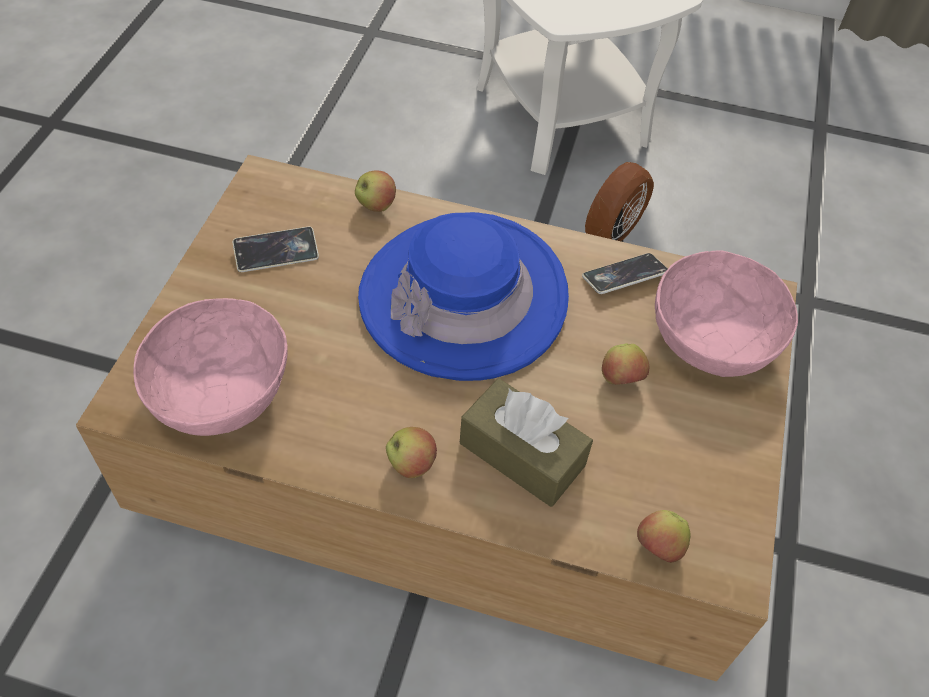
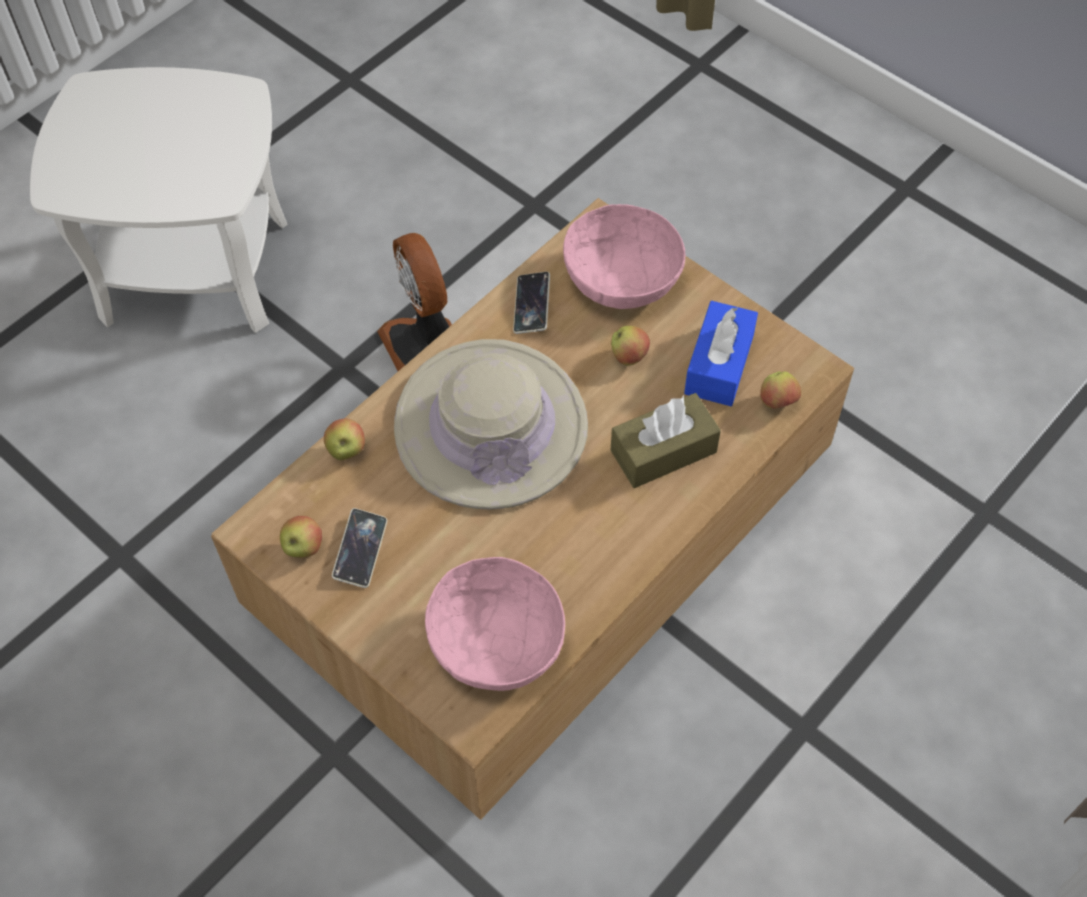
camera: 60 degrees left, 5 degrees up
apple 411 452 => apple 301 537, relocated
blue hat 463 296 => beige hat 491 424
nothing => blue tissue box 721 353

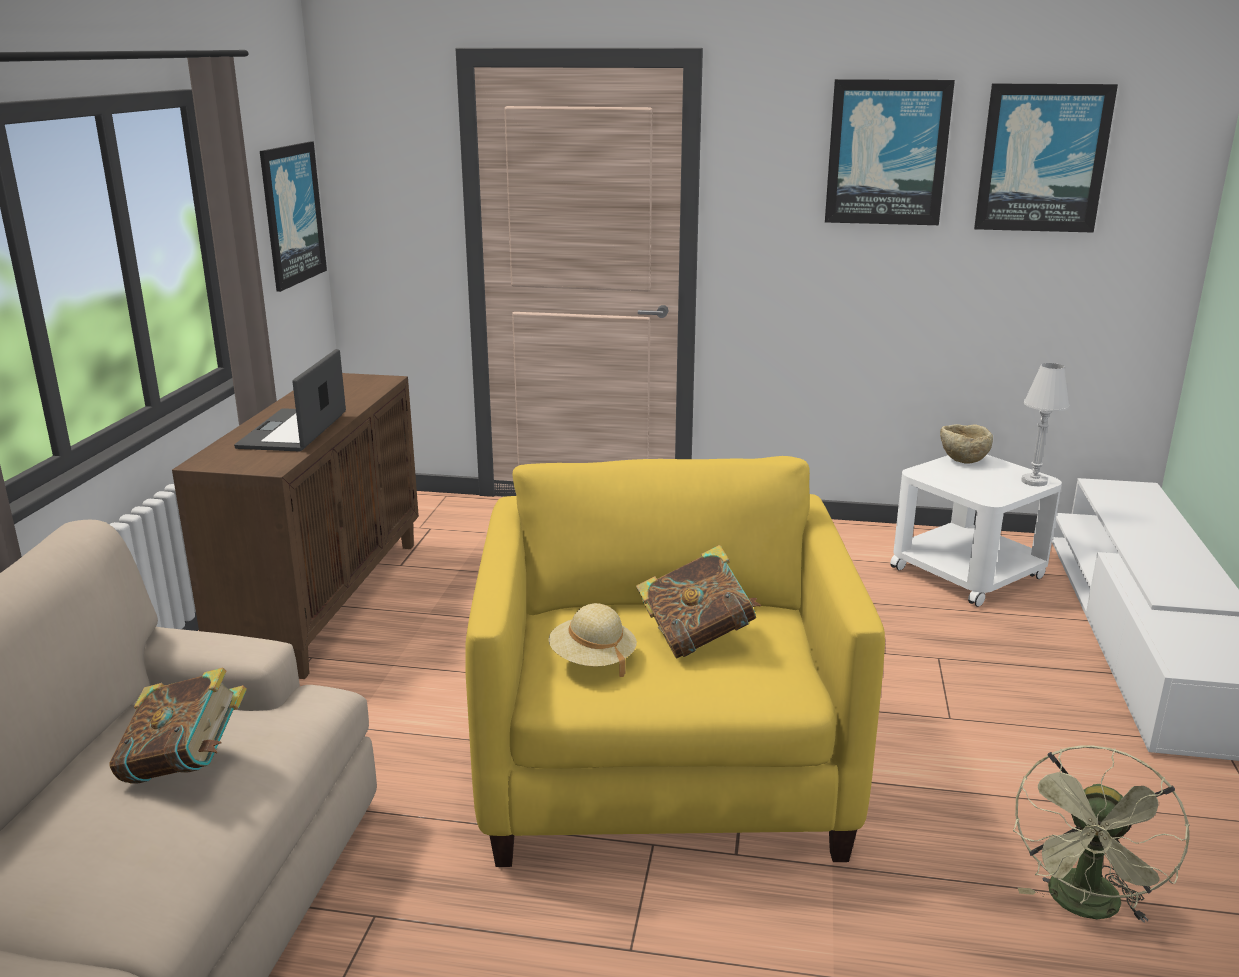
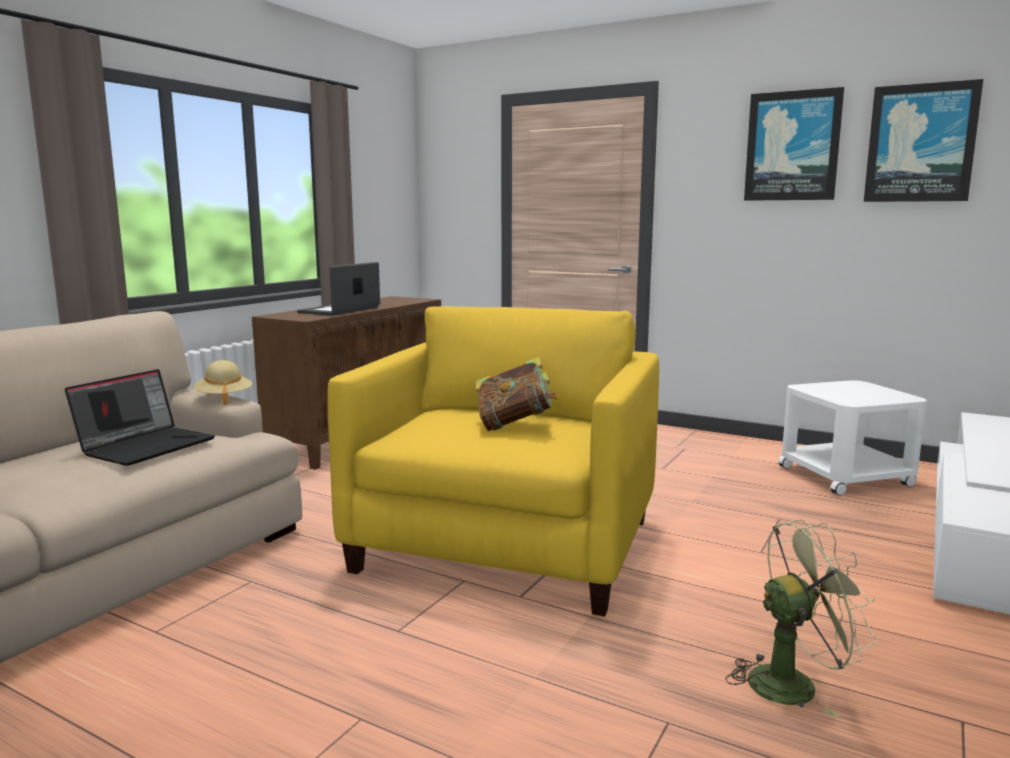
camera: 20 degrees right, 10 degrees down
book 178 725 => laptop 140 417
beige hat 592 640 => beige hat 222 382, relocated
green fan 1101 834 => green fan 801 618, 150 degrees counterclockwise
picture 293 216 => nothing
beige bowl 966 444 => nothing
white table lamp 1045 425 => nothing

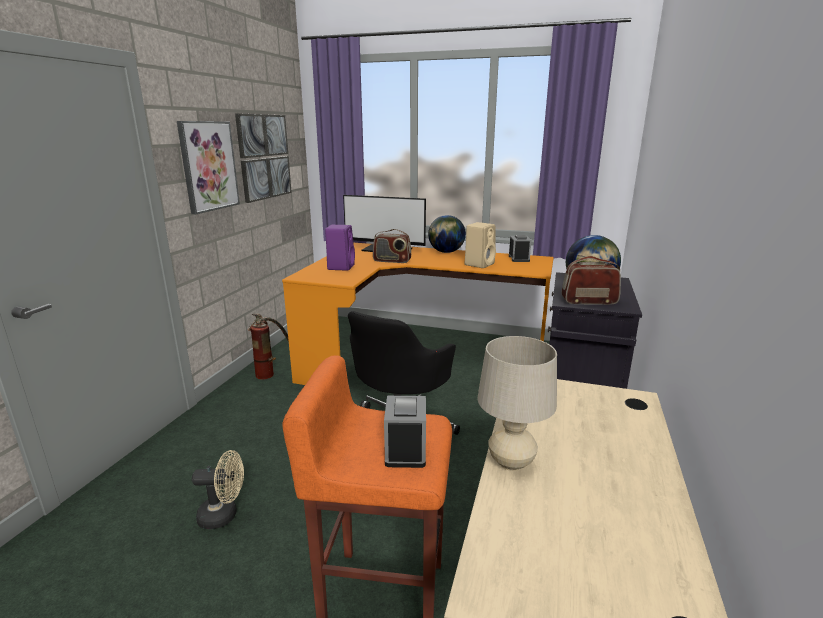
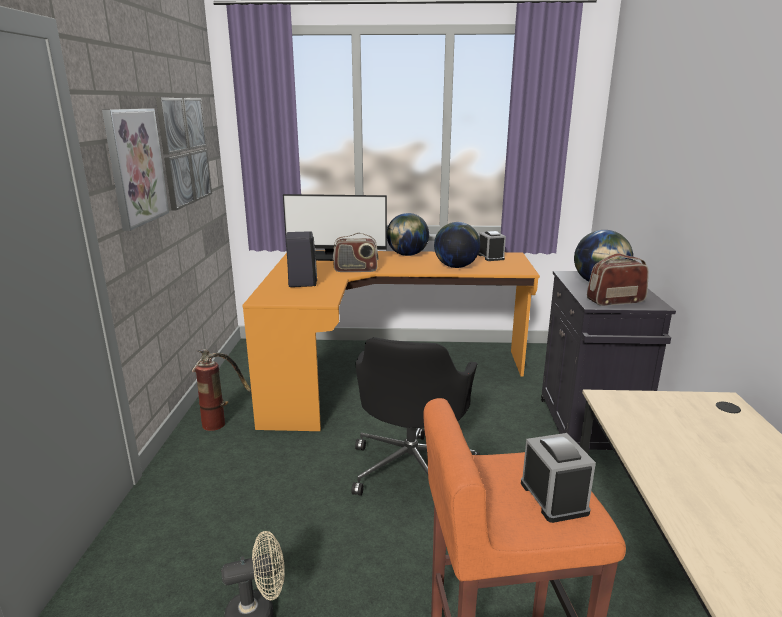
camera: 15 degrees left, 0 degrees up
purple speaker 340 248 => black speaker 301 259
beige speaker 480 245 => globe 457 245
beige table lamp 517 403 => nothing

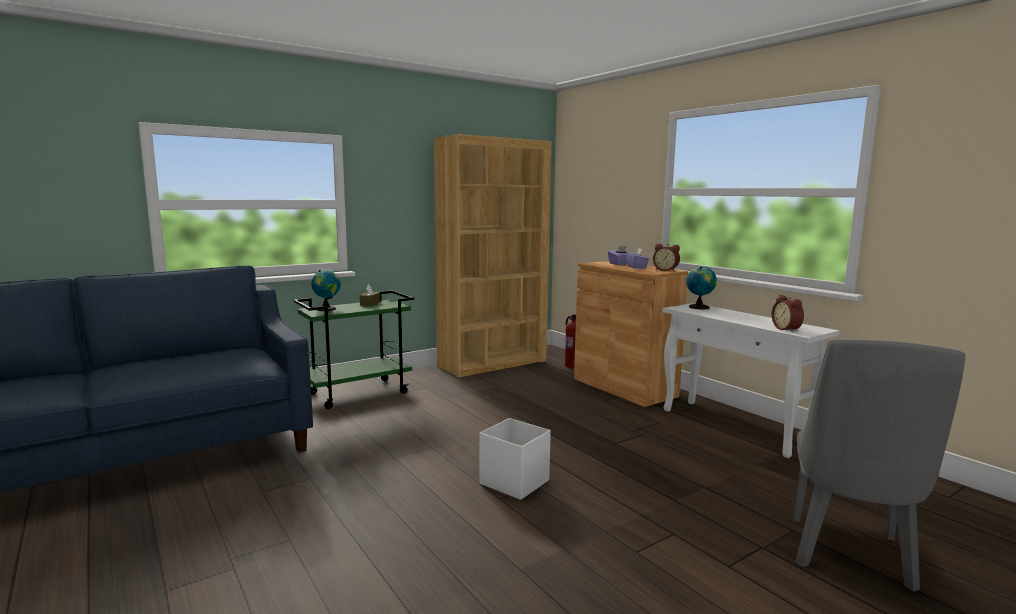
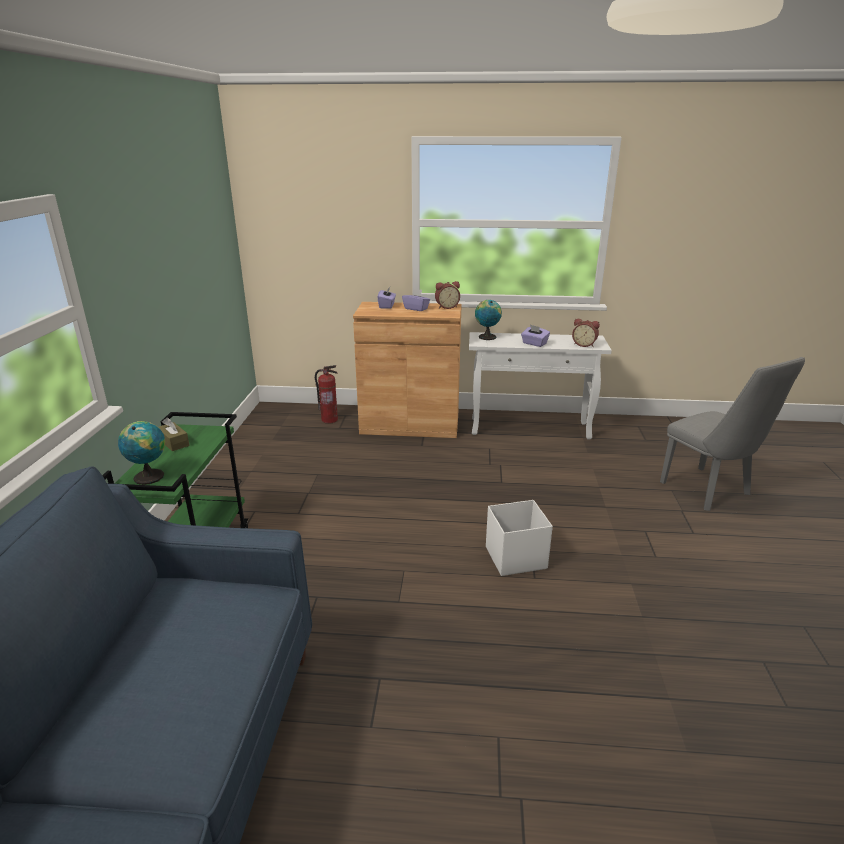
camera: 50 degrees left, 15 degrees up
nothing => purple tissue box 535 336
brown bookcase 493 255 => nothing

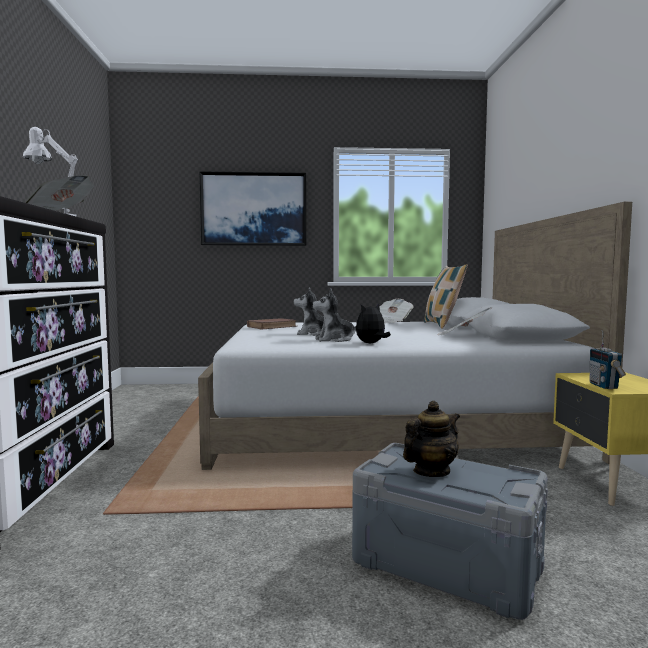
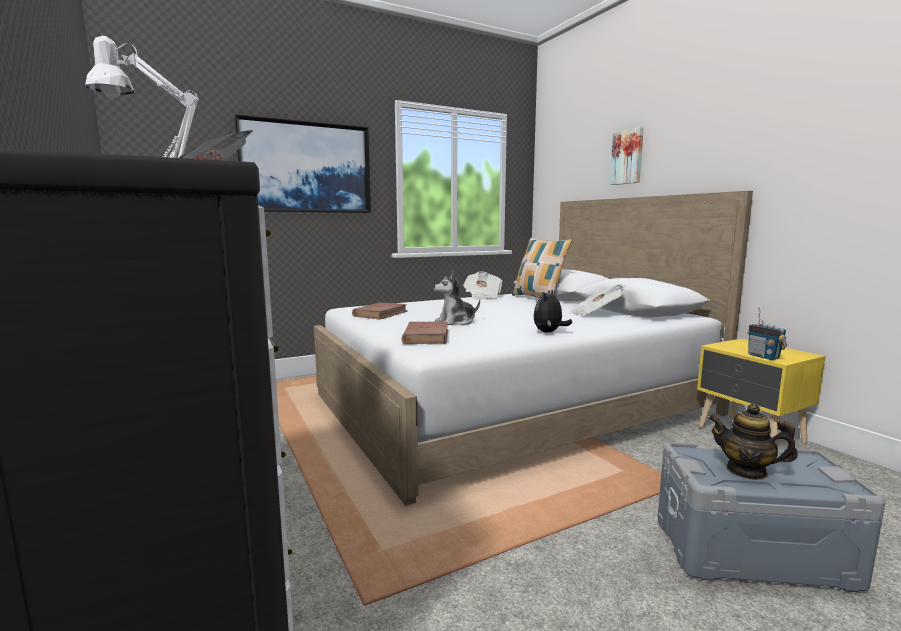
camera: 25 degrees left, 5 degrees up
nothing => brown book 425 333
nothing => picture 627 156
teapot 431 439 => teapot 753 442, 90 degrees counterclockwise
plush toy 334 315 => nothing

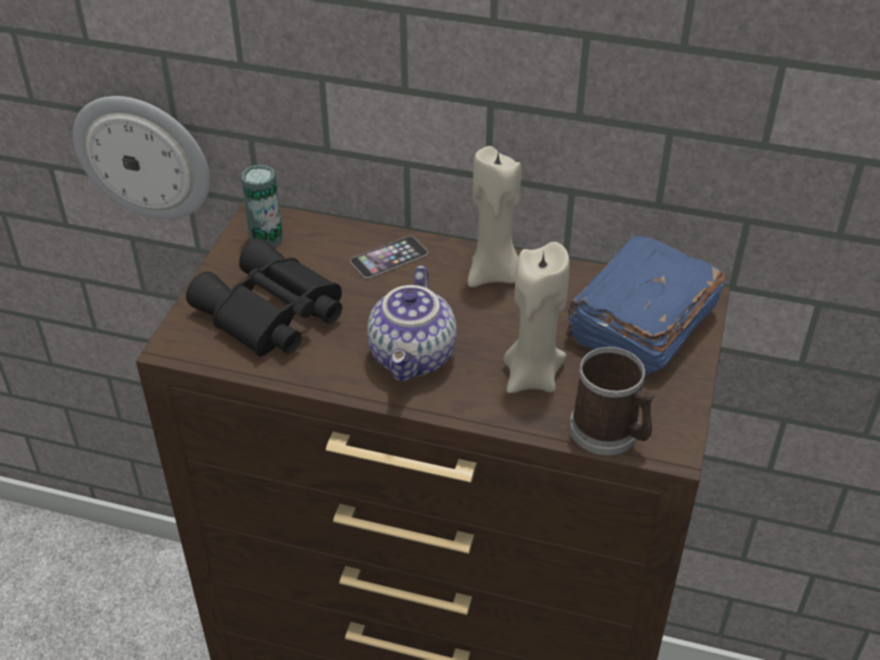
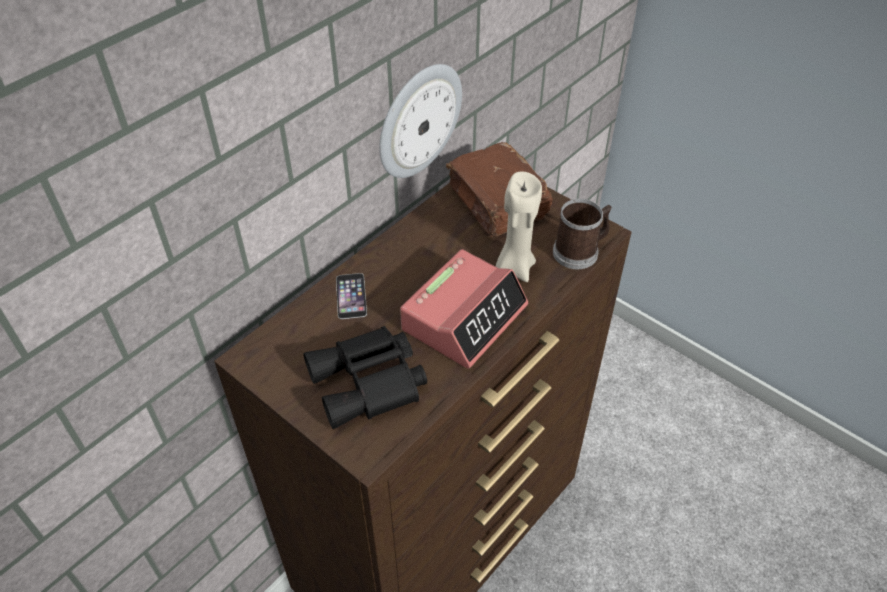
camera: 65 degrees left, 5 degrees up
wall clock 141 157 => wall clock 420 121, relocated
teapot 412 323 => alarm clock 464 309
blue book 645 306 => brown book 499 189
can 262 206 => nothing
beige candle 494 216 => nothing

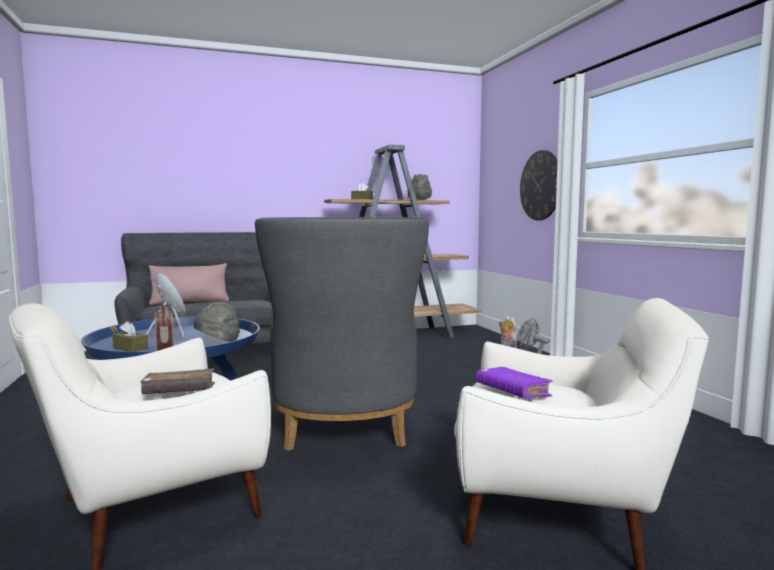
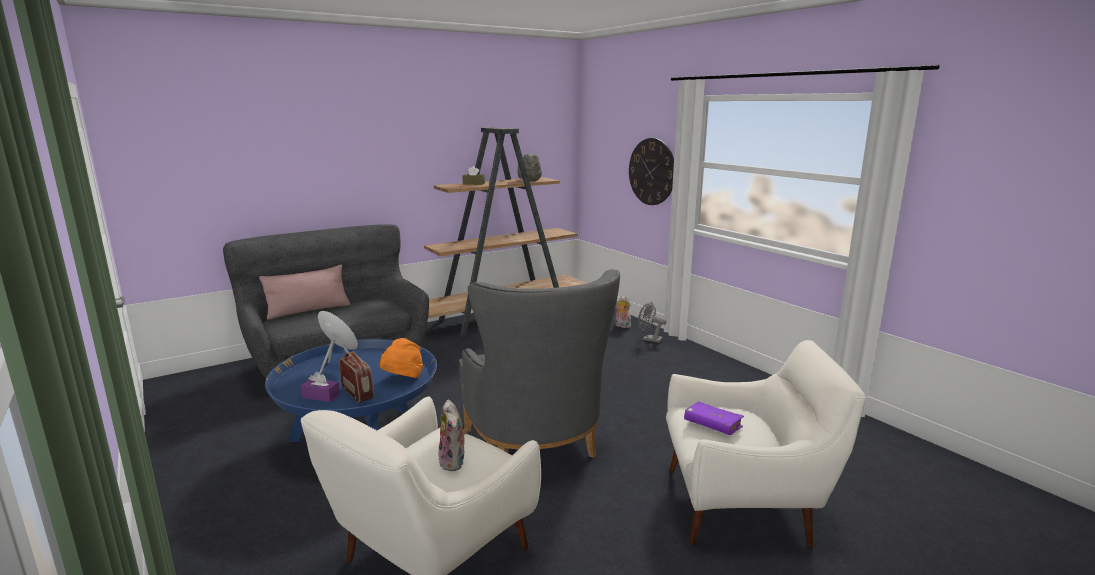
camera: 15 degrees left, 10 degrees up
brown tissue box 130 336 => purple tissue box 320 387
grey hat 217 322 => orange hat 401 358
brown book 178 381 => plush toy 453 435

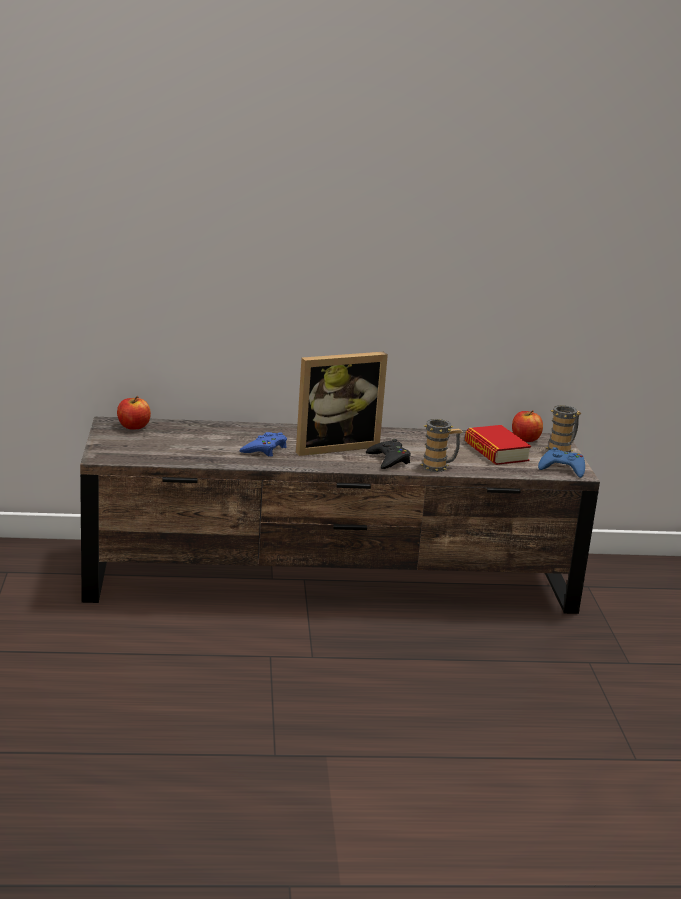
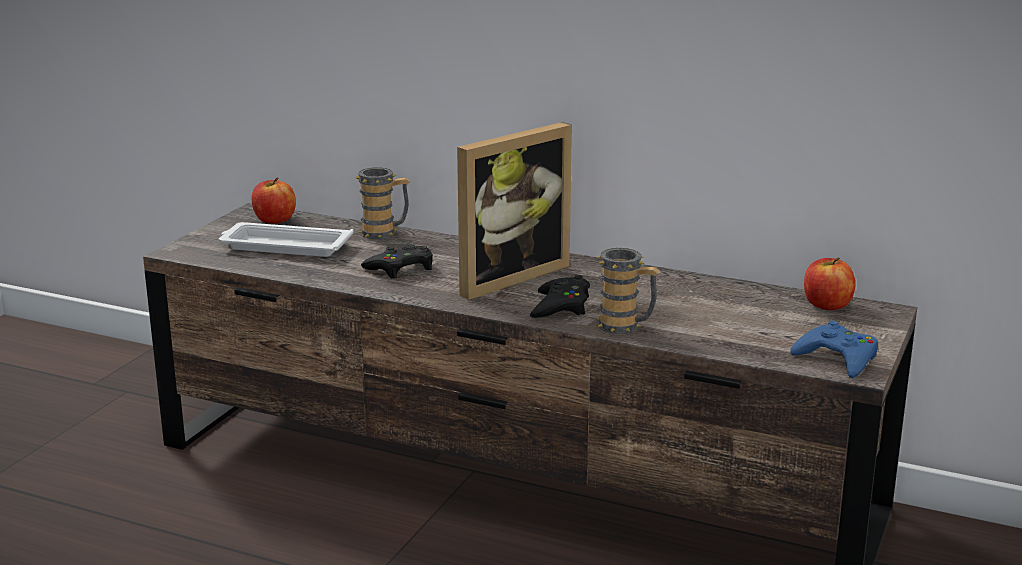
camera: 30 degrees right, 0 degrees up
nothing => white tray 286 239
mug 563 429 => mug 382 203, relocated
blue game controller 263 444 => black game controller 397 261
picture frame 342 404 => picture frame 514 211, 45 degrees counterclockwise
book 498 445 => nothing

